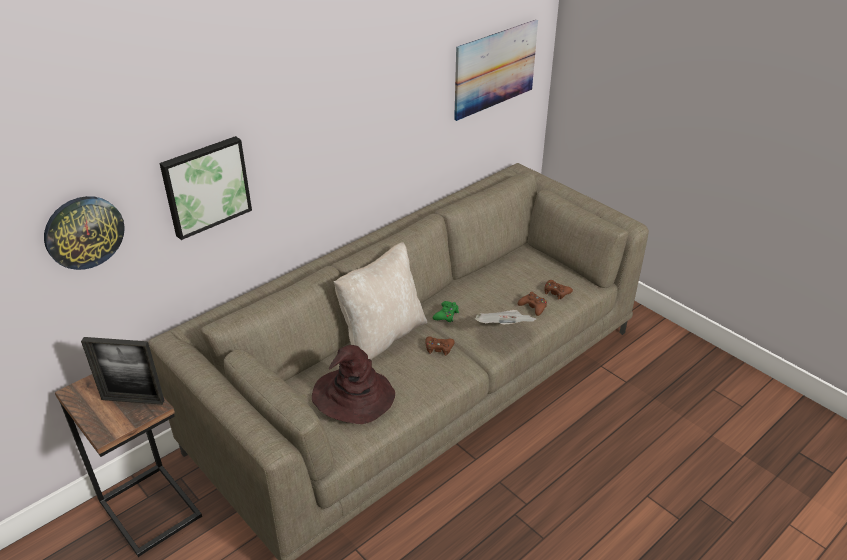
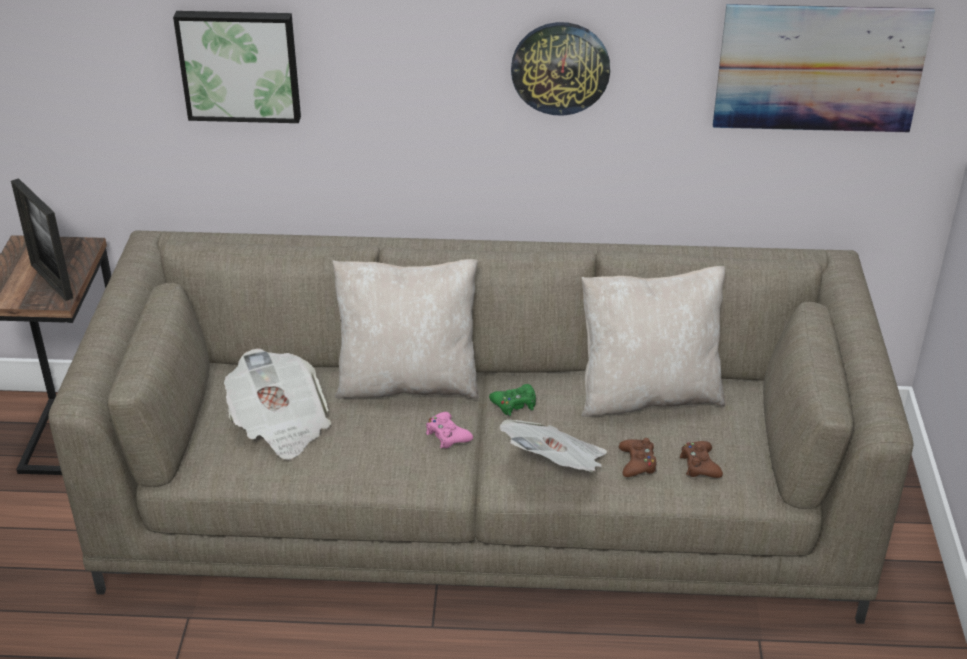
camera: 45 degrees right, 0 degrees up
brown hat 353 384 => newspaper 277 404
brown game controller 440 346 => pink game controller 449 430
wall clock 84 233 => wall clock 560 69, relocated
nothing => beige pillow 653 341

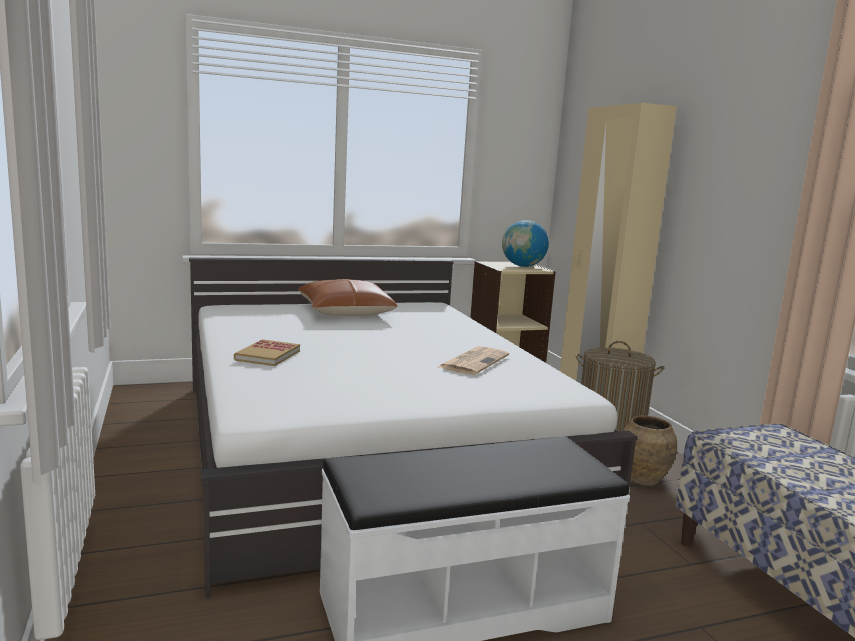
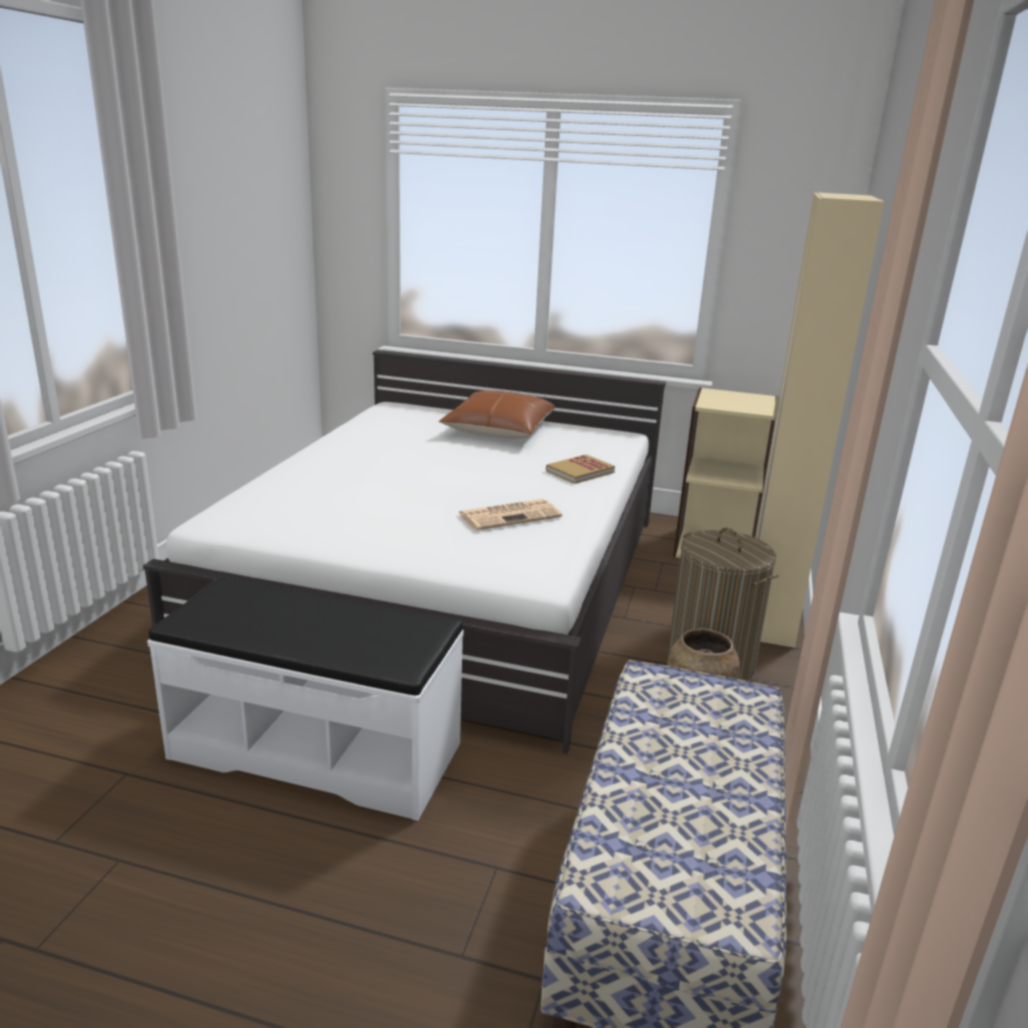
camera: 35 degrees right, 10 degrees up
book 267 352 => book 580 469, relocated
globe 525 243 => nothing

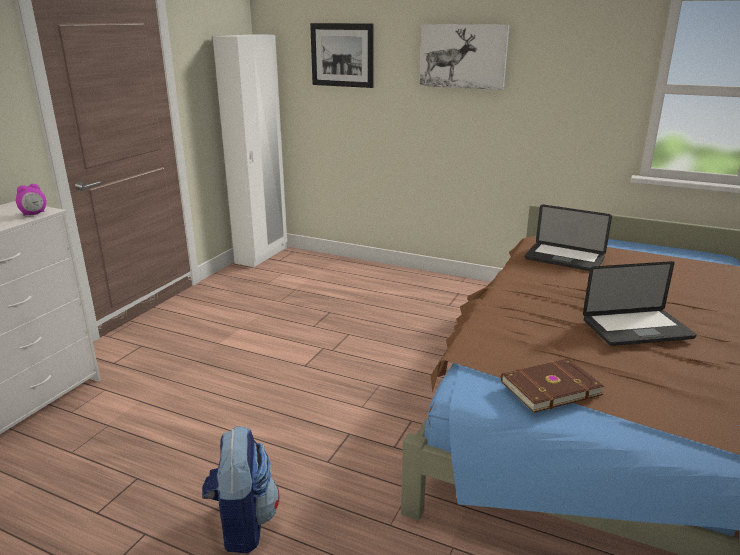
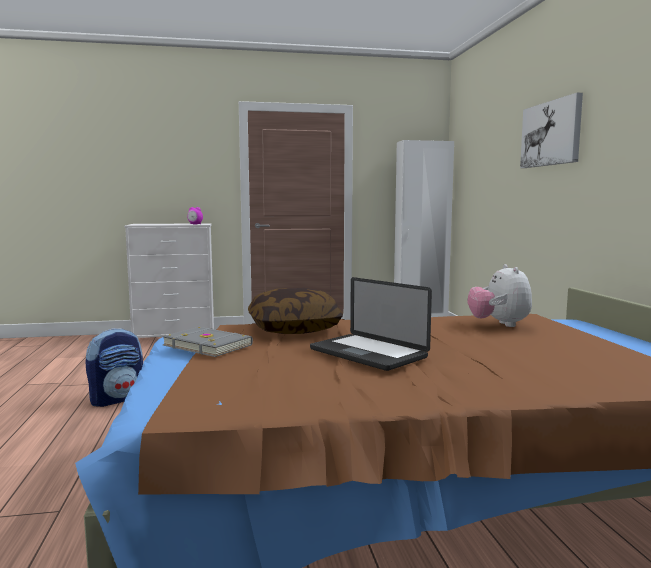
camera: 55 degrees right, 15 degrees down
brown book 552 386 => grey book 207 342
nothing => pillow 295 311
laptop 568 237 => plush toy 499 295
picture 342 55 => nothing

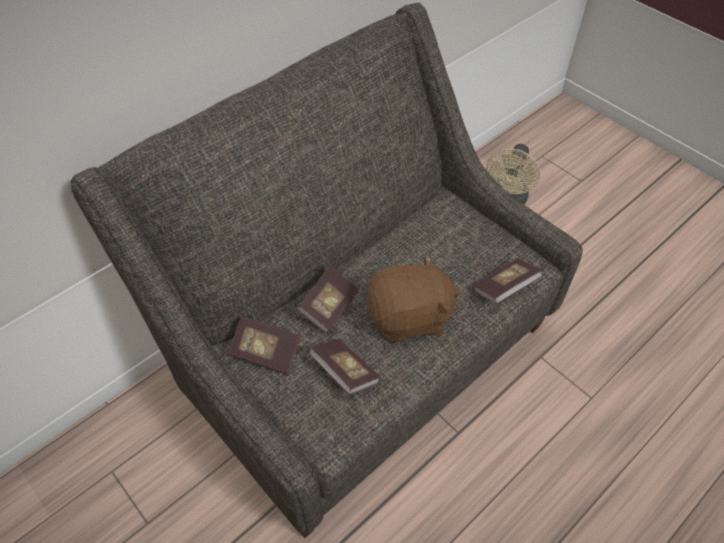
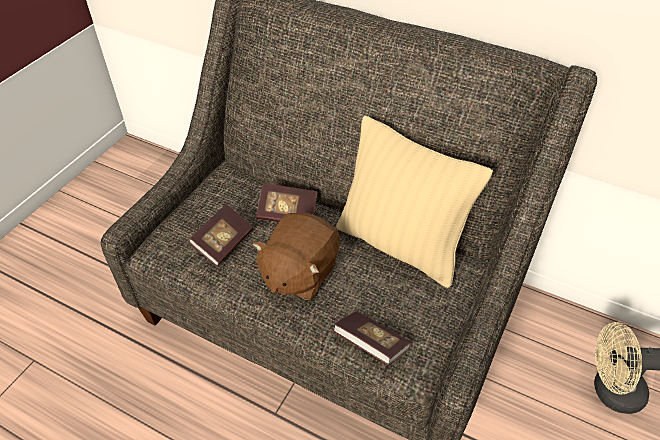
camera: 70 degrees right, 5 degrees down
brown plush toy 413 298 => brown plush toy 296 256, 60 degrees clockwise
nothing => beige pillow 414 202
book 264 345 => nothing

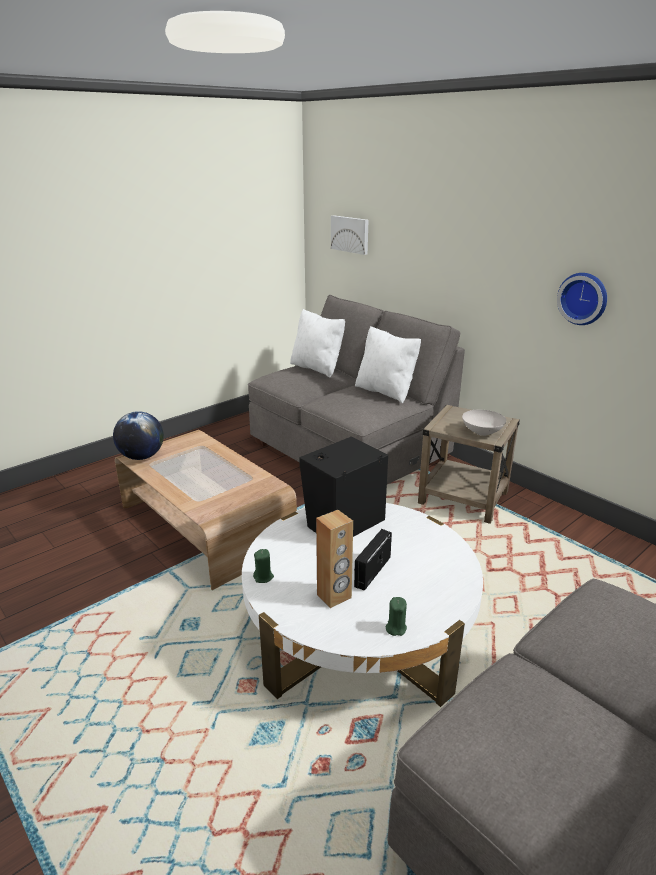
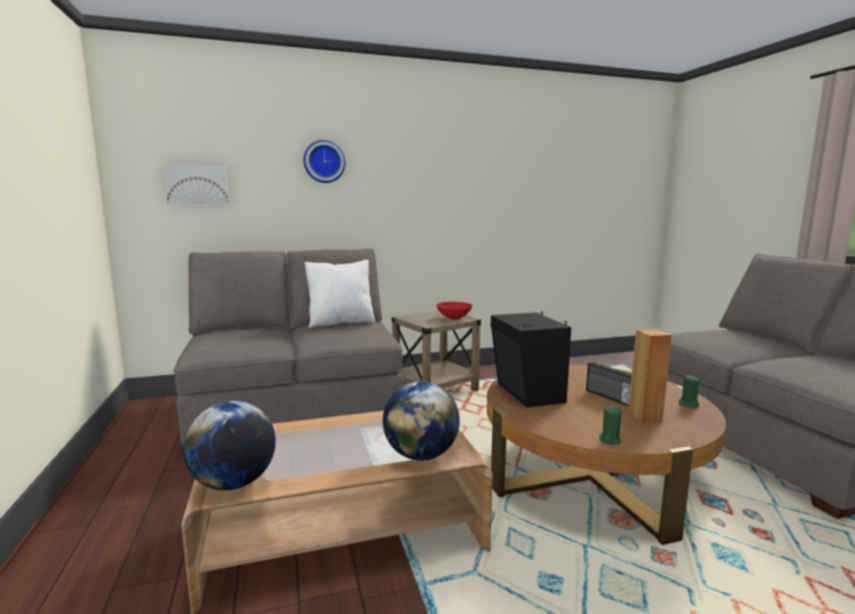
camera: 65 degrees left, 15 degrees down
wall clock 582 299 => wall clock 324 161, relocated
nothing => globe 421 421
white bowl 484 423 => red bowl 454 311
white coffee table 362 605 => brown coffee table 606 455
white pillow 317 343 => nothing

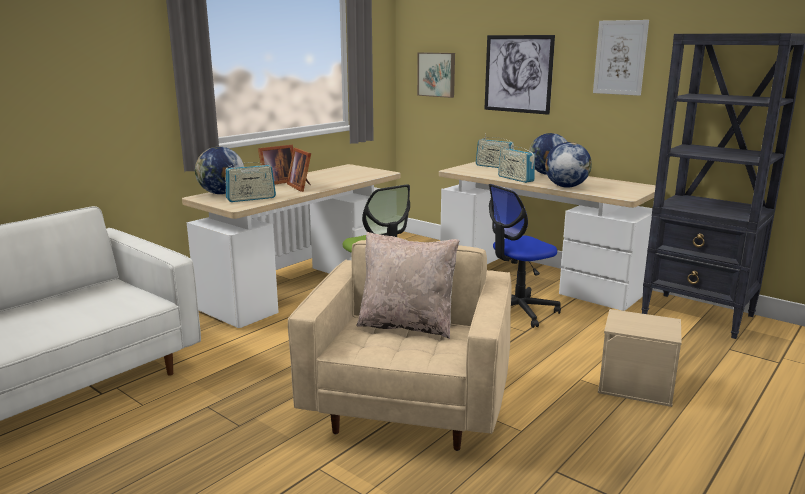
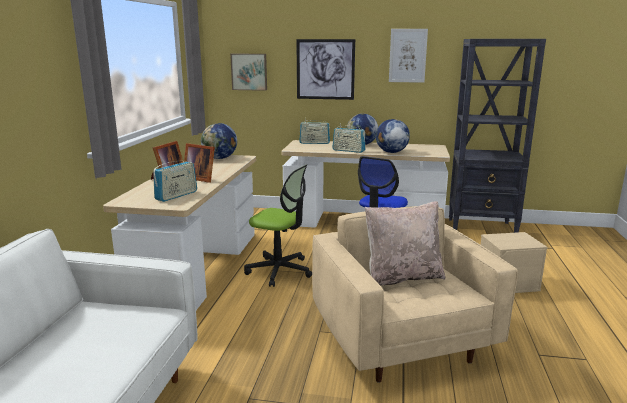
camera: 30 degrees left, 0 degrees up
globe 219 170 => globe 219 141, relocated

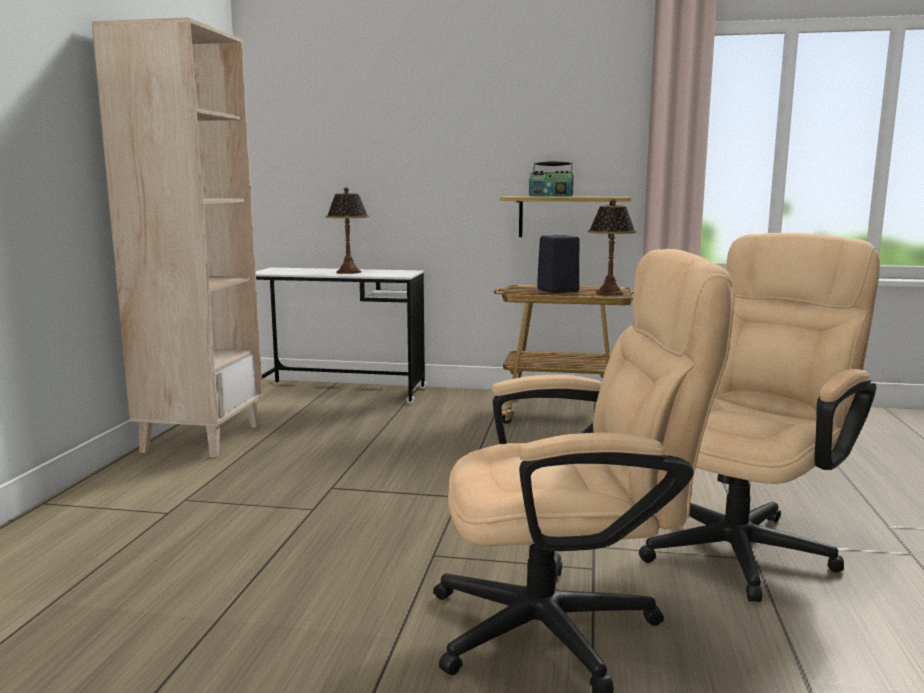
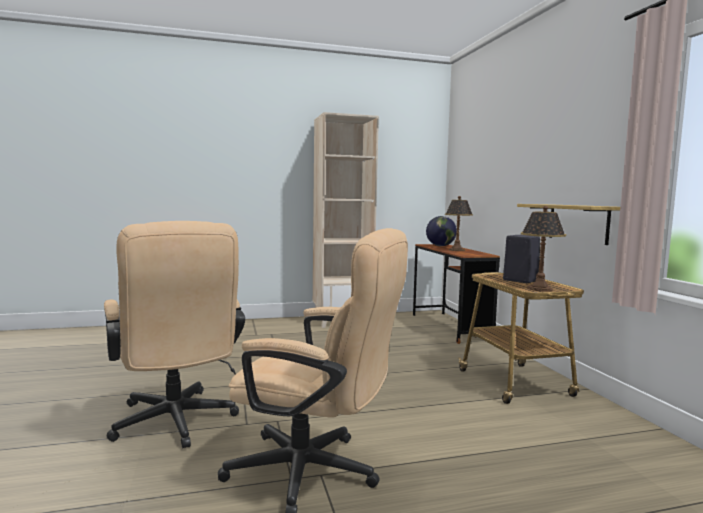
camera: 65 degrees right, 5 degrees down
white desk 341 336 => brown desk 456 294
nothing => globe 441 231
radio 551 179 => nothing

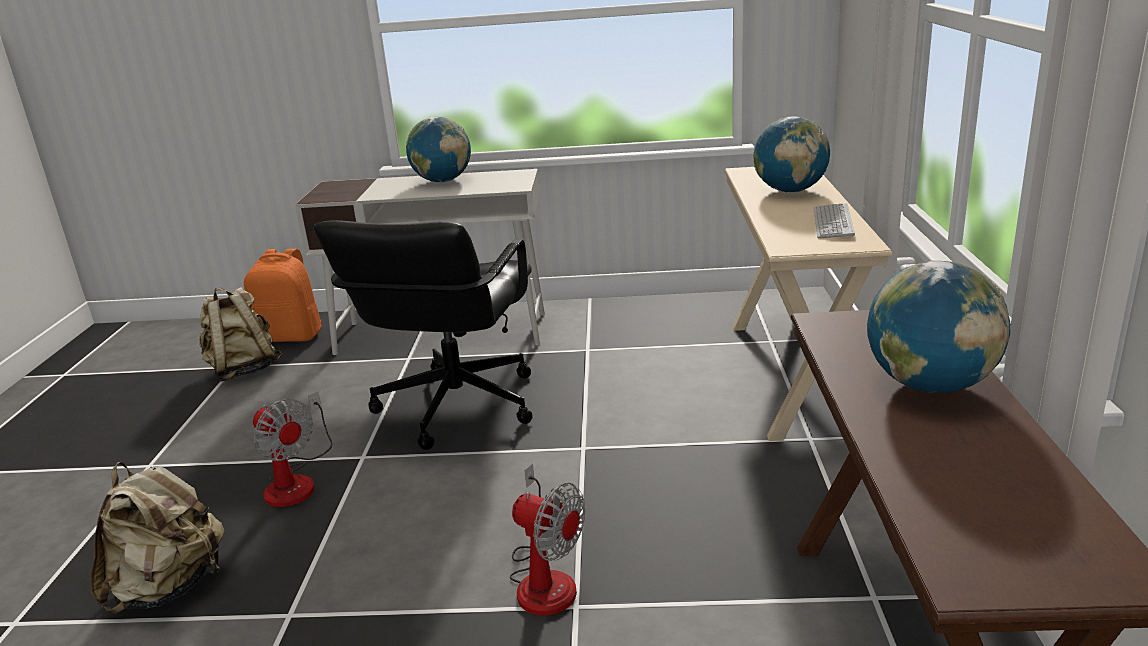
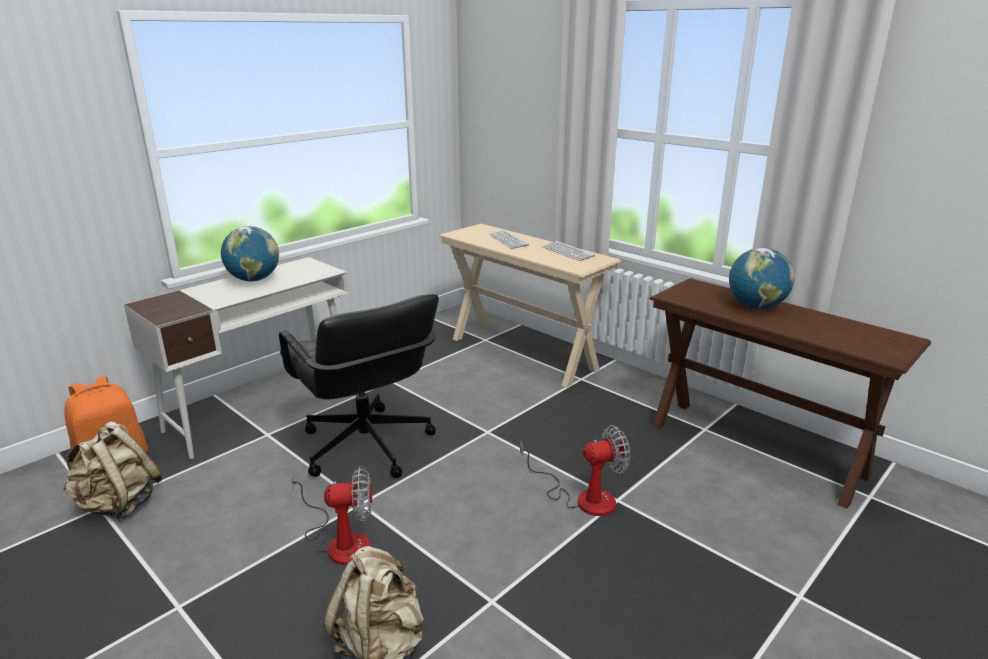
camera: 50 degrees left, 0 degrees up
globe 791 154 => keyboard 509 239

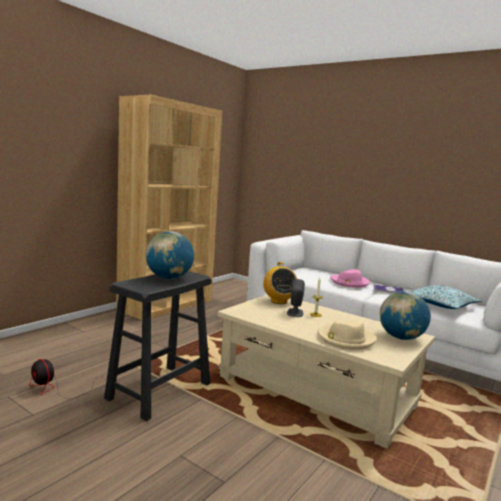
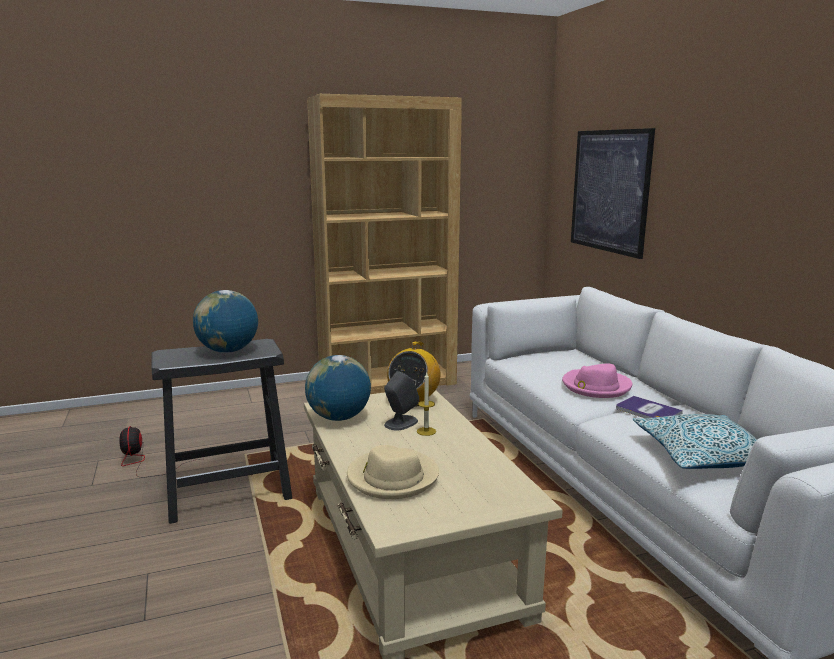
camera: 35 degrees right, 5 degrees up
globe 405 315 => globe 338 388, relocated
nothing => picture 613 193

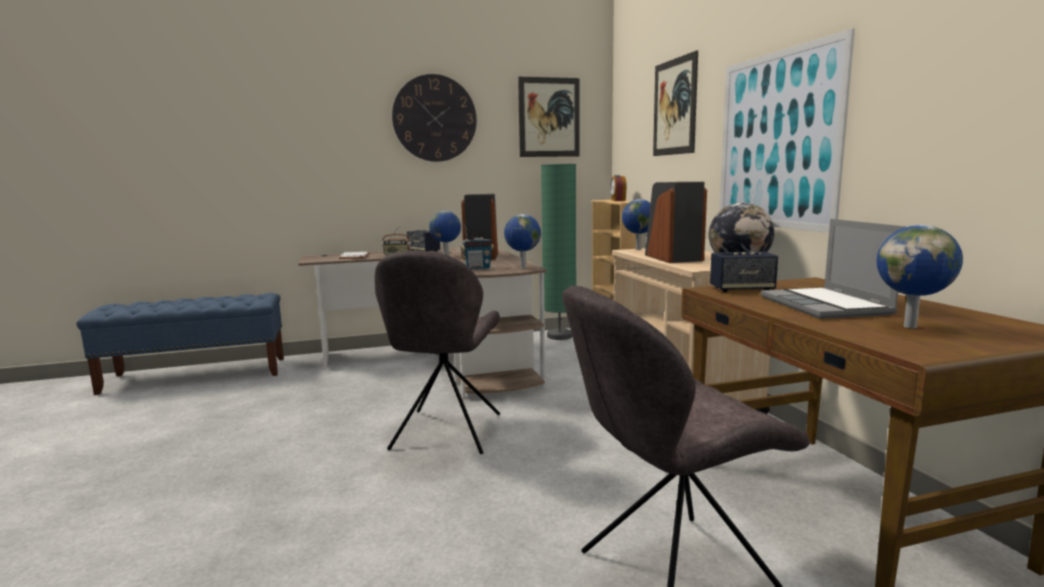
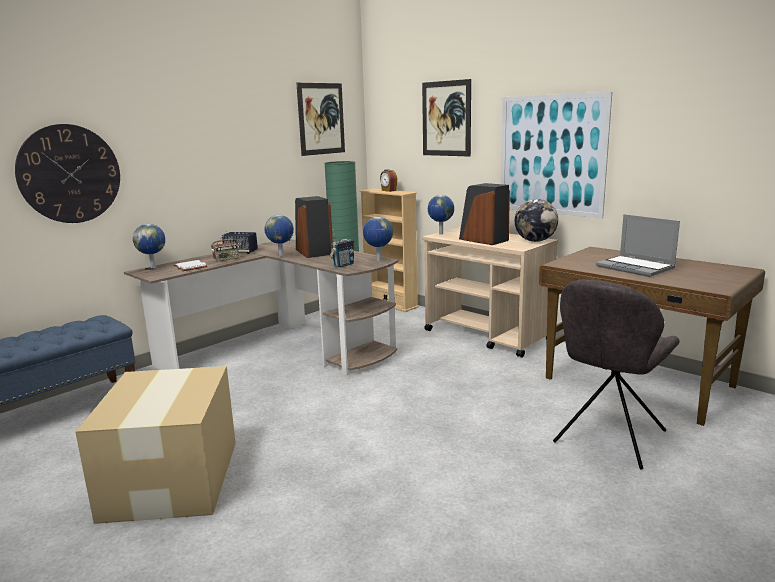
camera: 30 degrees left, 5 degrees up
wall clock 434 118 => wall clock 67 173, relocated
nothing => cardboard box 155 445
globe 920 276 => globe 149 246, relocated
grey chair 437 352 => nothing
speaker 744 272 => nothing

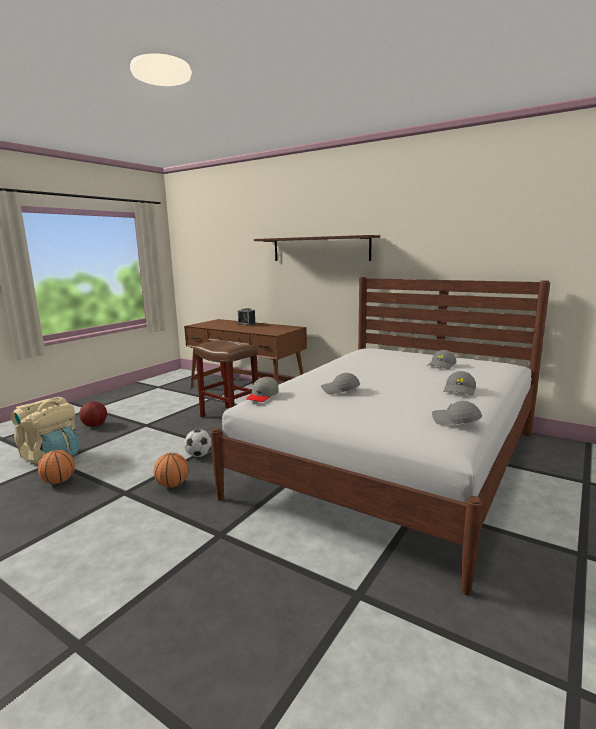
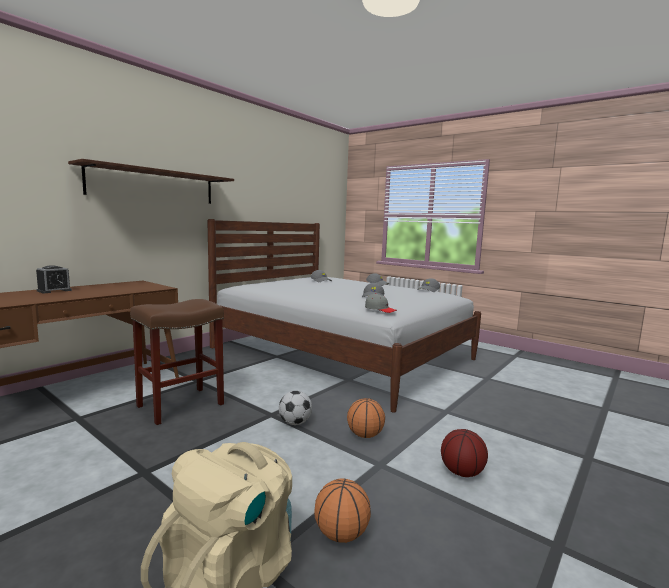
camera: 85 degrees left, 5 degrees down
basketball 93 414 => basketball 464 453, relocated

